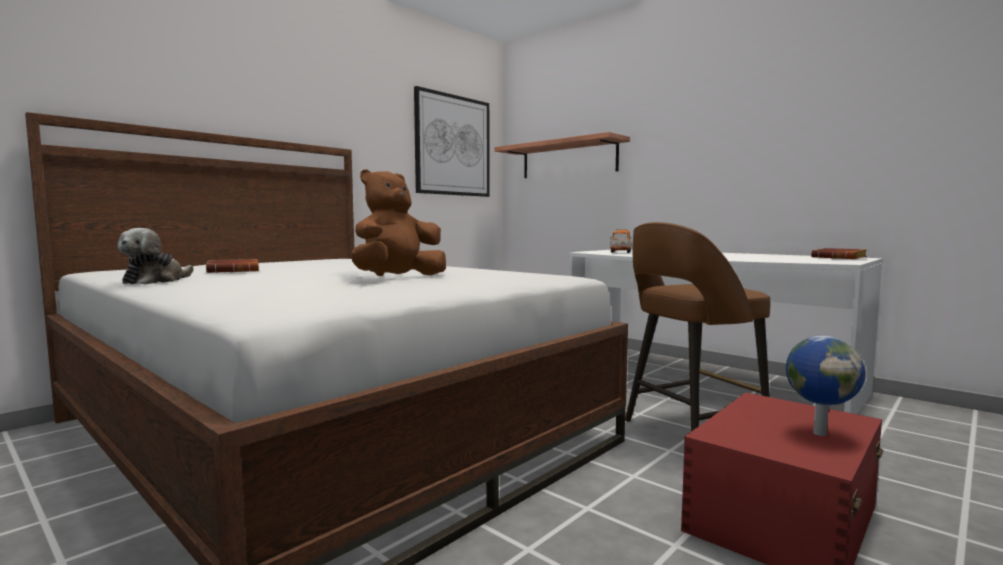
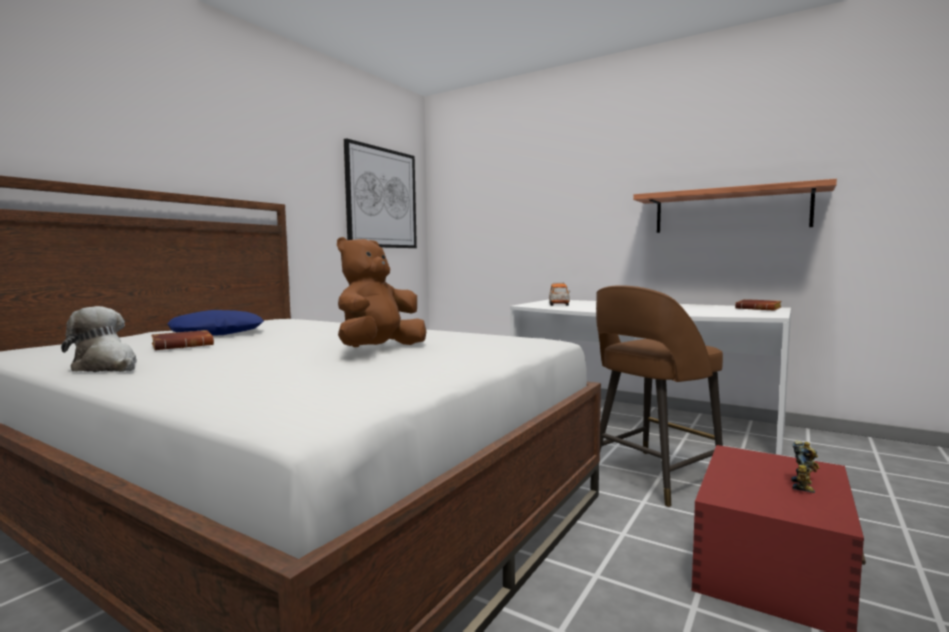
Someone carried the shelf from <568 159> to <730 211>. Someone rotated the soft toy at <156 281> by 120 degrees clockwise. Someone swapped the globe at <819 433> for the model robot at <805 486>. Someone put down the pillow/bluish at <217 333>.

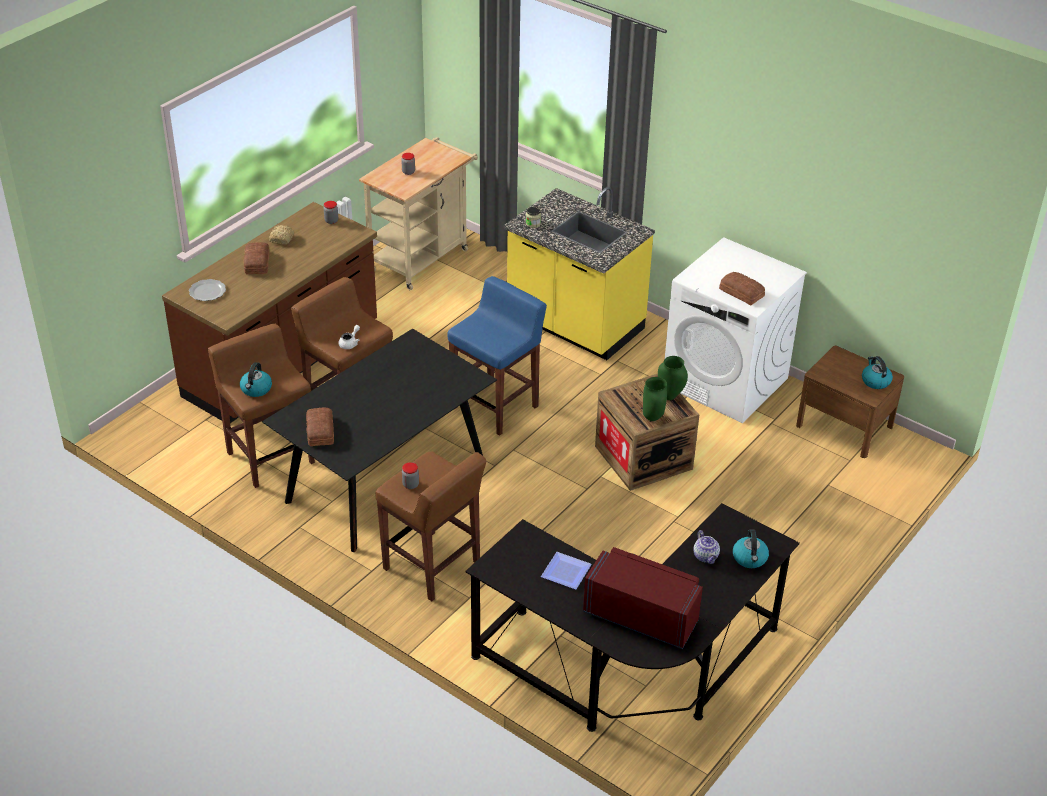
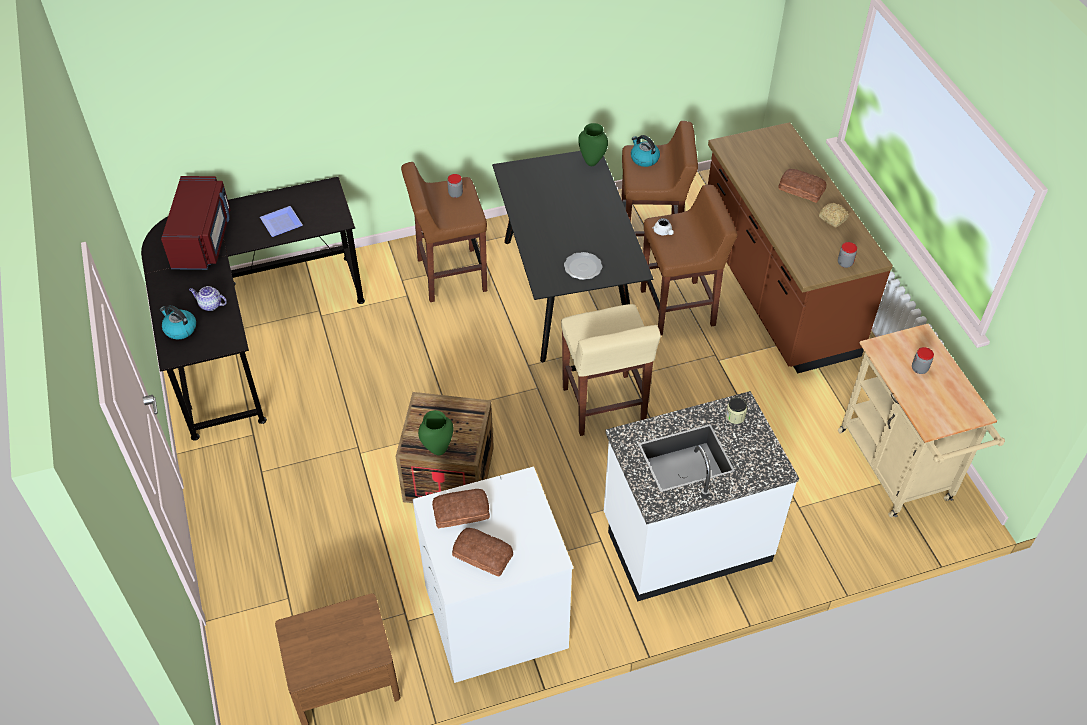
Someone repainted the kitchen counter/yellowish at <574 325>, which became the kitchen counter/whitish at <685 538>. Someone repainted the sitting stool/bluish at <496 406>, which became the sitting stool/beige at <604 406>. Someone carried the dinner plate from <207 291> to <583 267>. Someone took away the kettle at <875 381>. Someone carried the vase/greenish from <653 418> to <591 163>. Someone carried the bread from <319 431> to <482 554>. Someone rotated the kitchen microwave/red-coloured at <641 615> by 60 degrees counterclockwise.

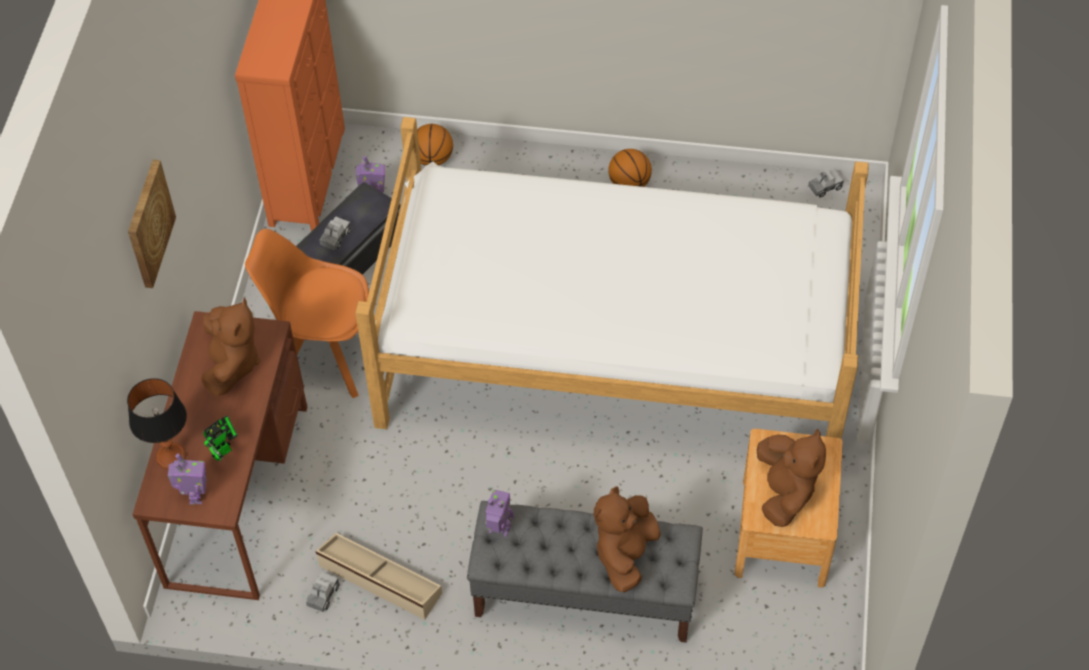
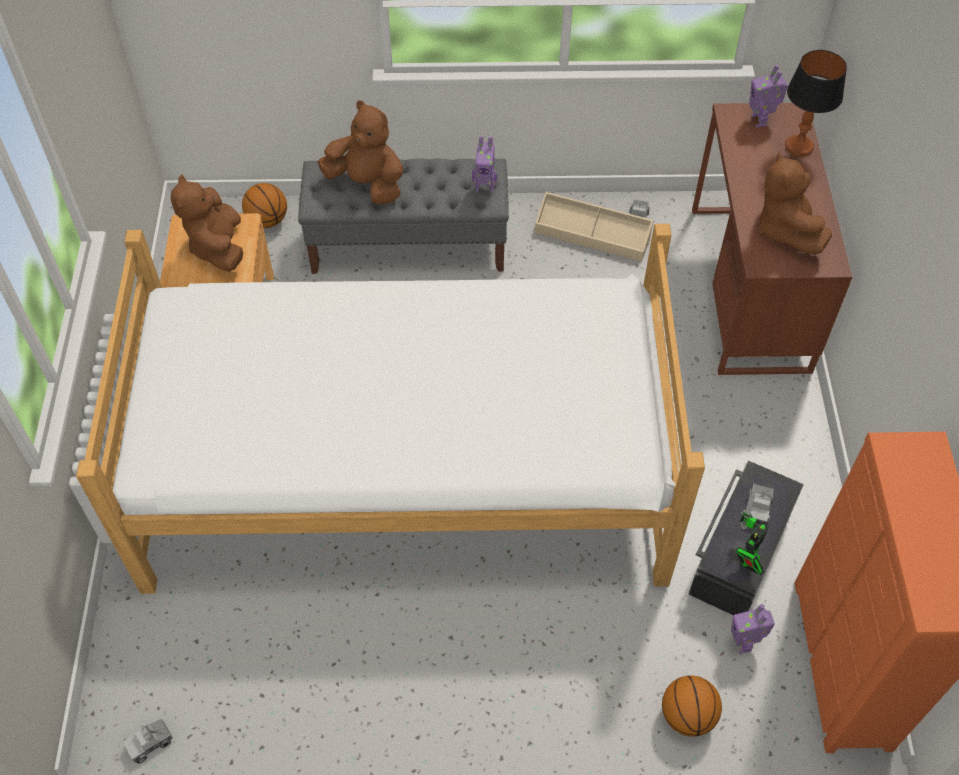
Someone carried the basketball from <629 184> to <267 220>. Someone took away the wall art at <148 223>. Someone took away the upright chair/orangey at <324 355>. Someone carried the model robot from <224 450> to <747 557>. Someone rotated the soft toy/brown at <625 554> by 75 degrees counterclockwise.

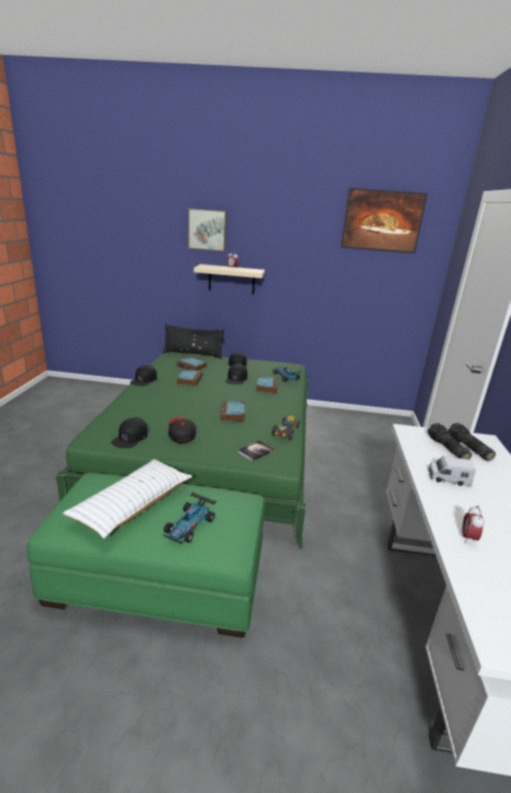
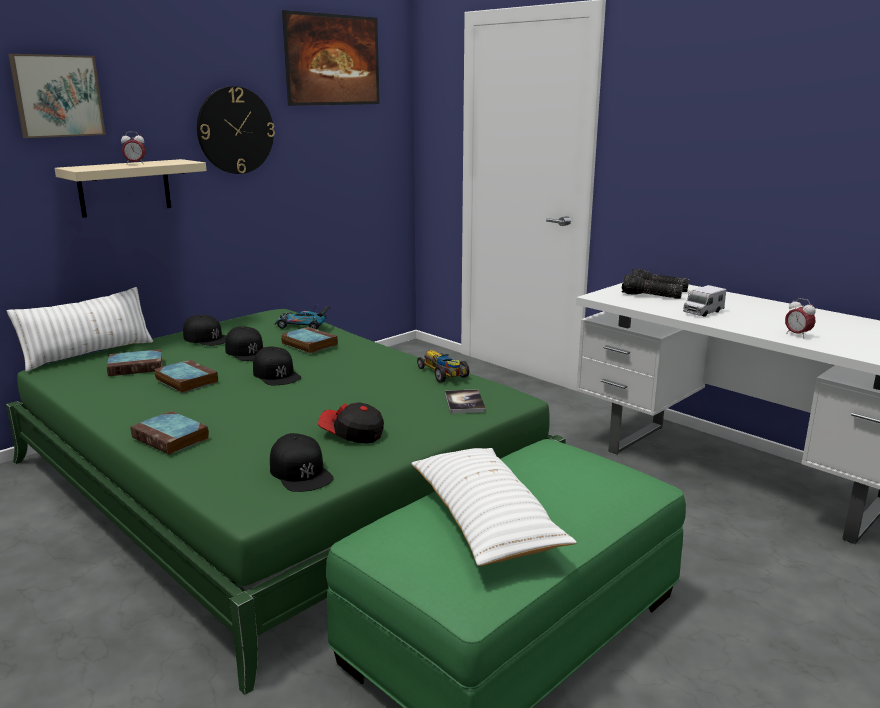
Someone repainted the pillow/blackish at <193 354>, which became the pillow/whitish at <89 354>. Someone carried the cap/blackish from <144 379> to <276 374>. Someone carried the bound book from <233 414> to <172 438>. Someone took away the toy car at <189 525>. Someone put up the wall clock at <235 130>.

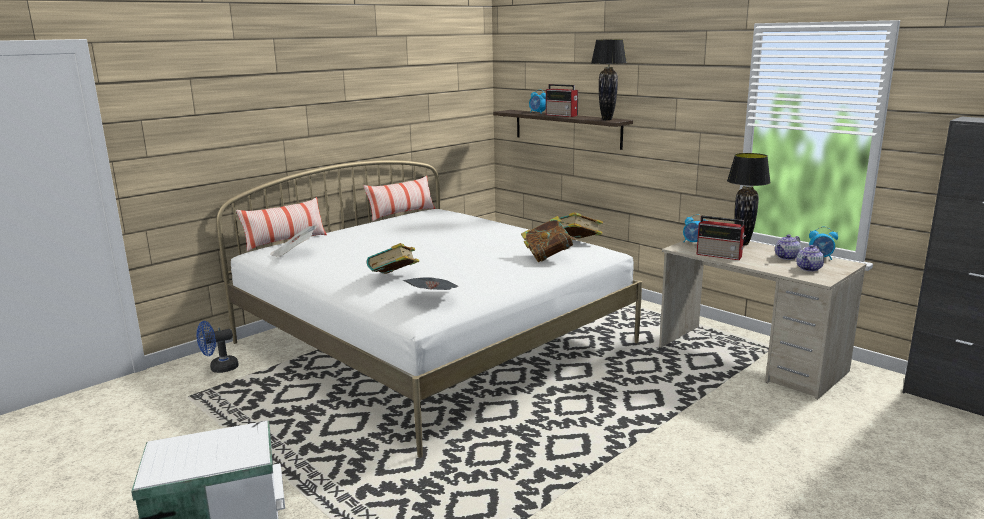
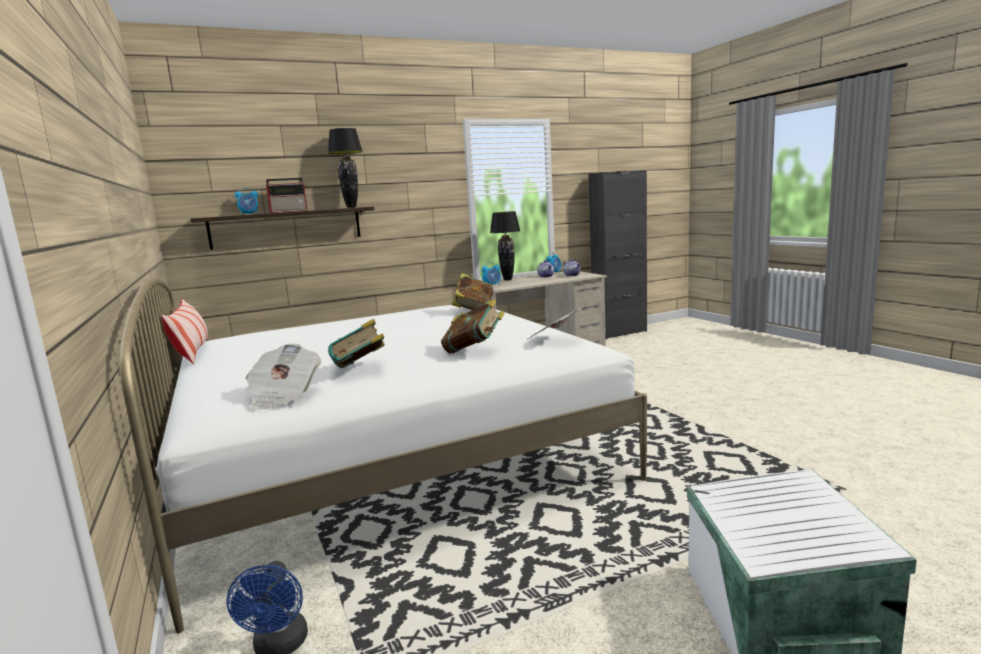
Someone took away the pillow at <285 241>. Someone carried the bound book from <576 243> to <360 370>. Someone took away the radio receiver at <720 255>.

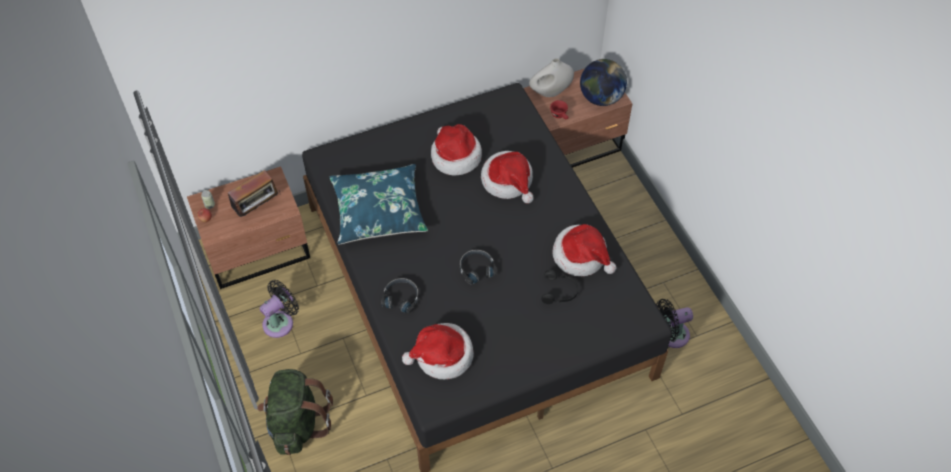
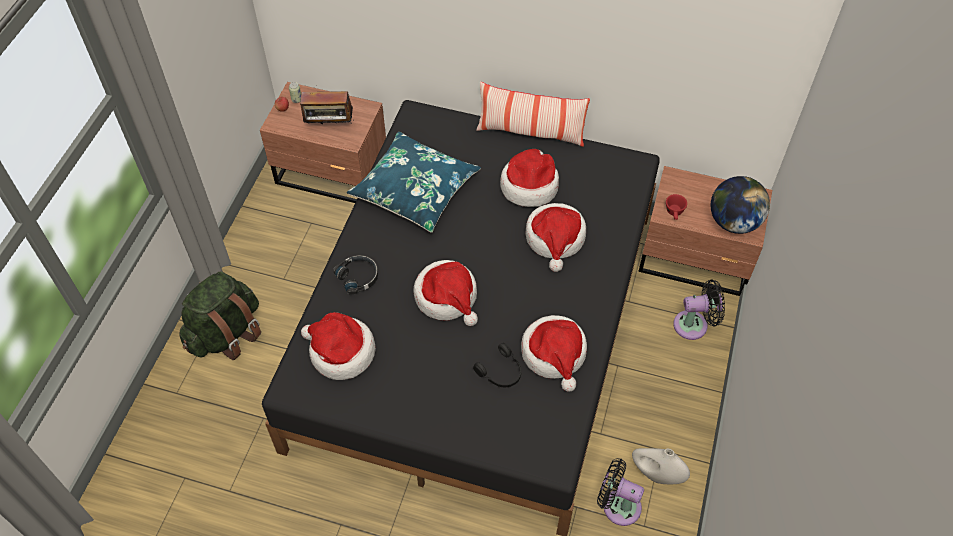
Someone carried the vase/whitish from <550 92> to <656 475>. Someone swapped the headset/blackish at <476 268> for the clothing hat at <447 297>. Someone carried the electric fan/blackish from <281 322> to <694 325>. Someone put down the pillow at <530 132>.

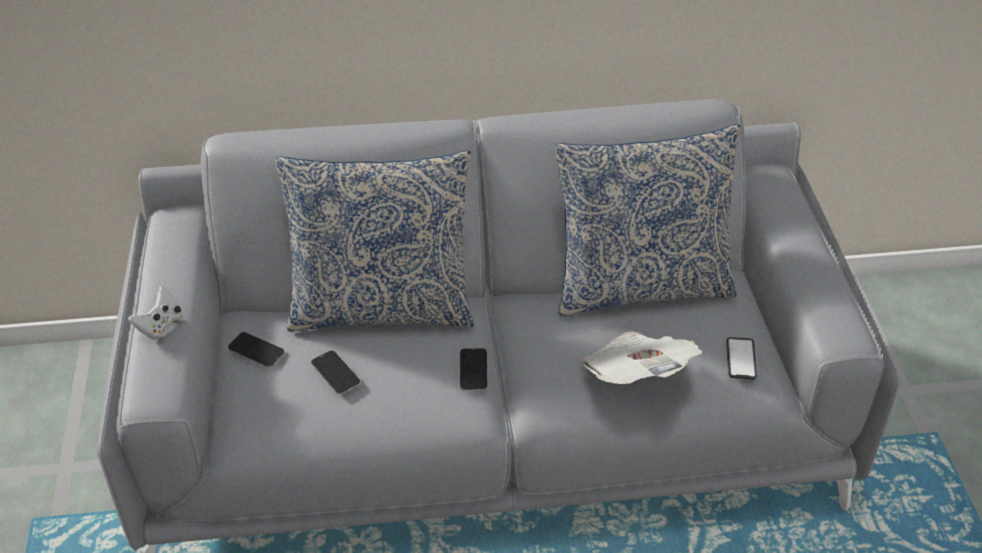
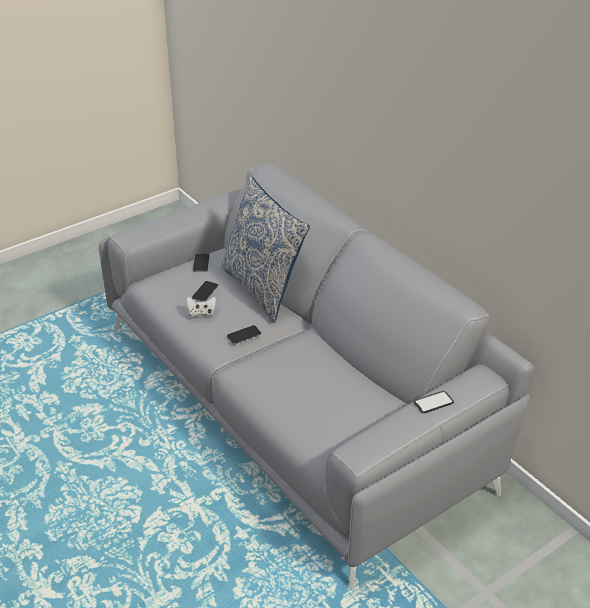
Someone took away the pillow at <640 285>. Someone carried the game controller/whitish from <160 325> to <201 313>. Someone took away the printed paper at <637 376>. Someone carried the phone from <741 359> to <433 402>.

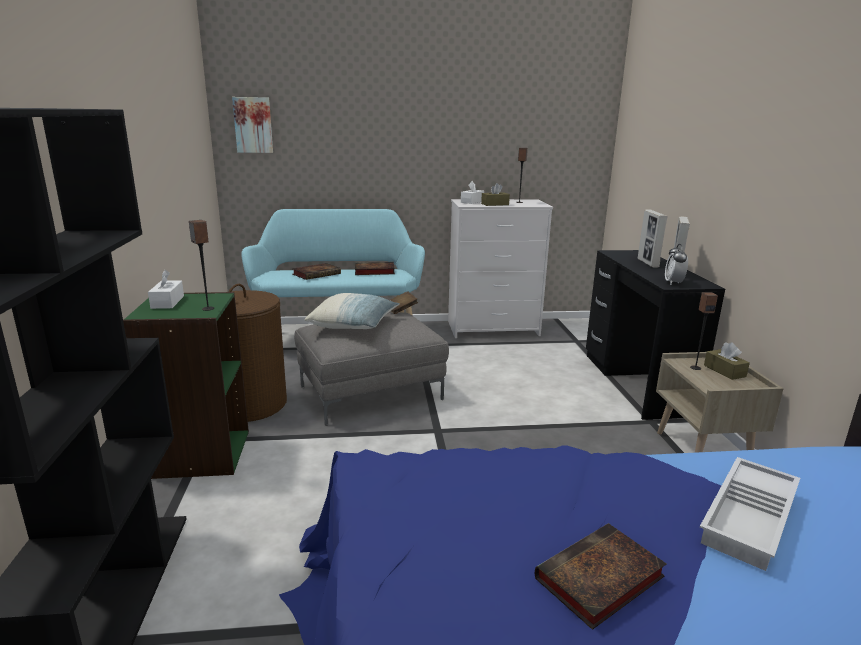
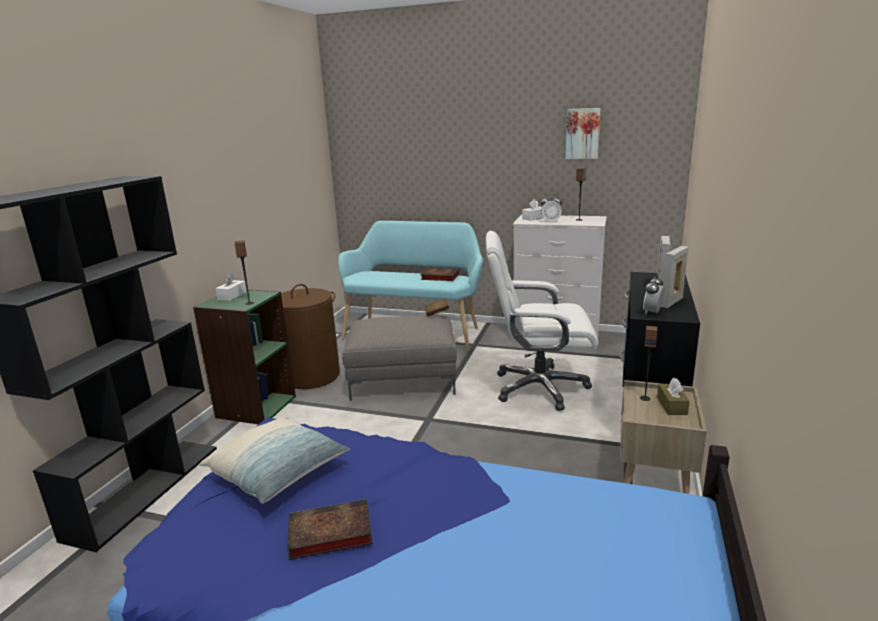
Someone carried the wall art from <253 125> to <582 133>. Someone swapped the tissue holder/brown at <495 204> for the table clock at <550 221>. Someone took away the bound book at <317 274>. Someone carried the pillow from <354 325> to <278 473>. Someone took away the carrying tray/whitish at <751 519>. Someone put down the desk chair/whitish at <538 387>.

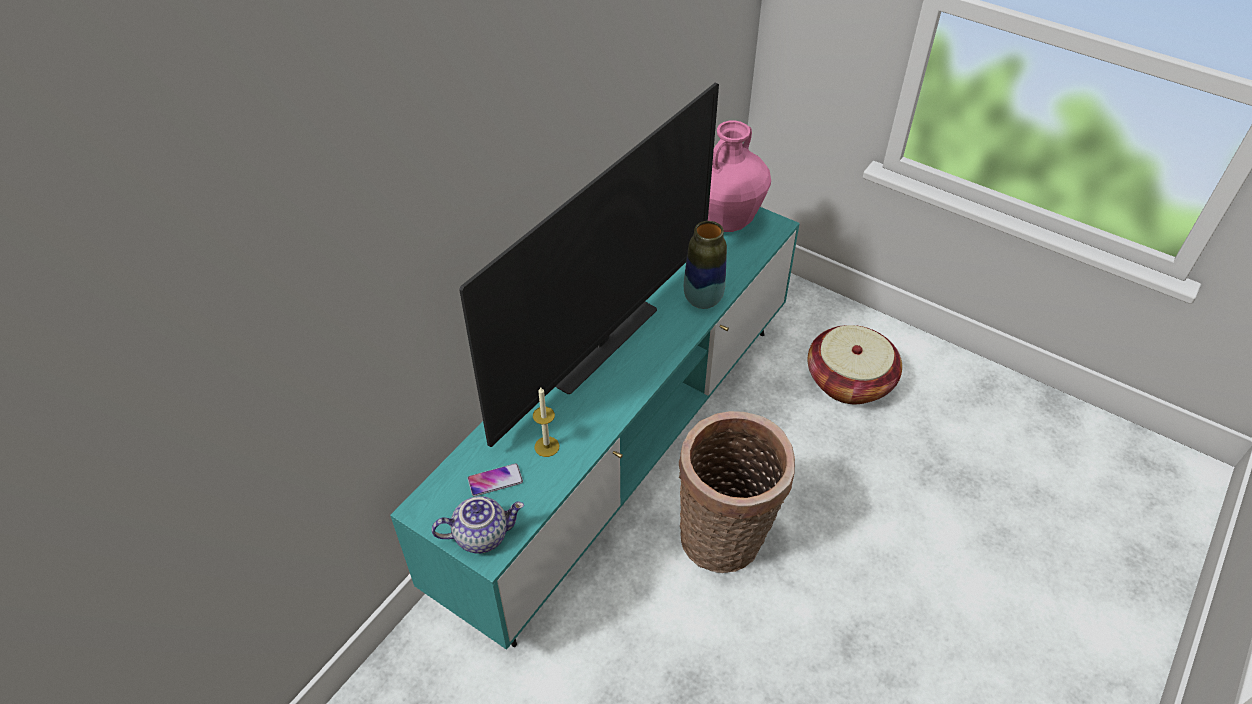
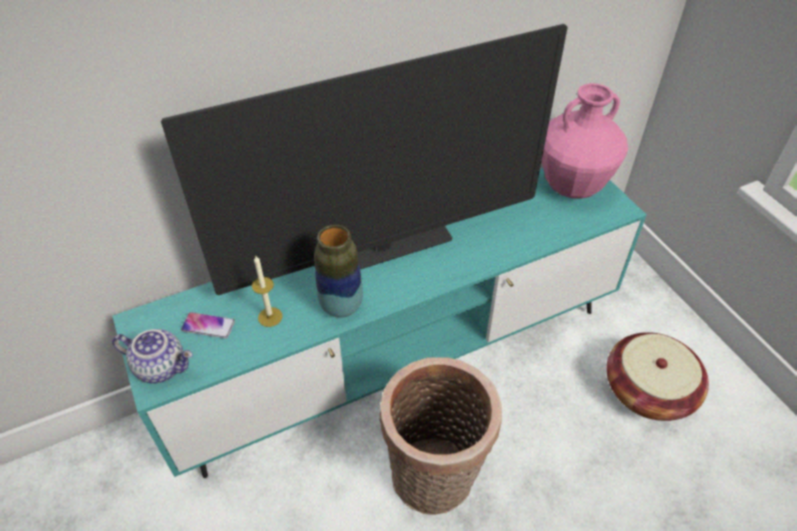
Someone carried the vase from <703 299> to <341 306>.

